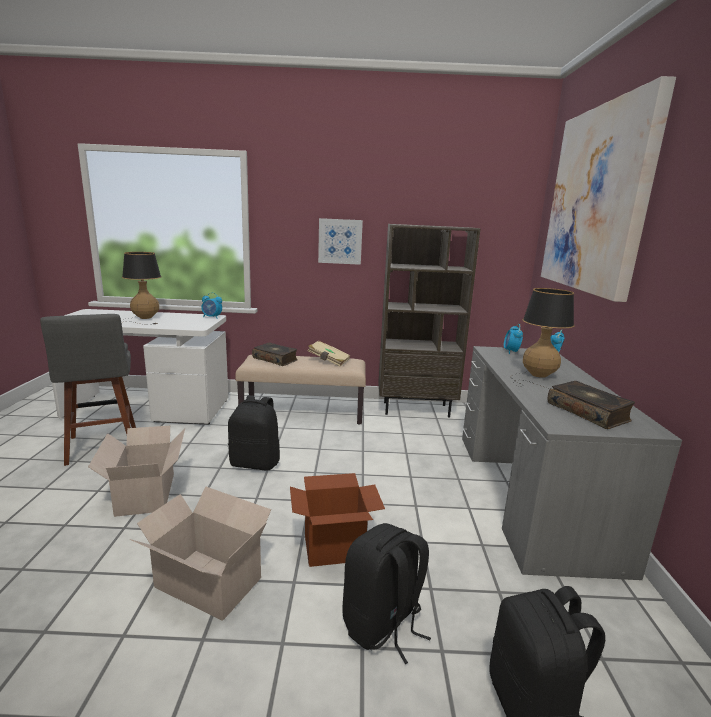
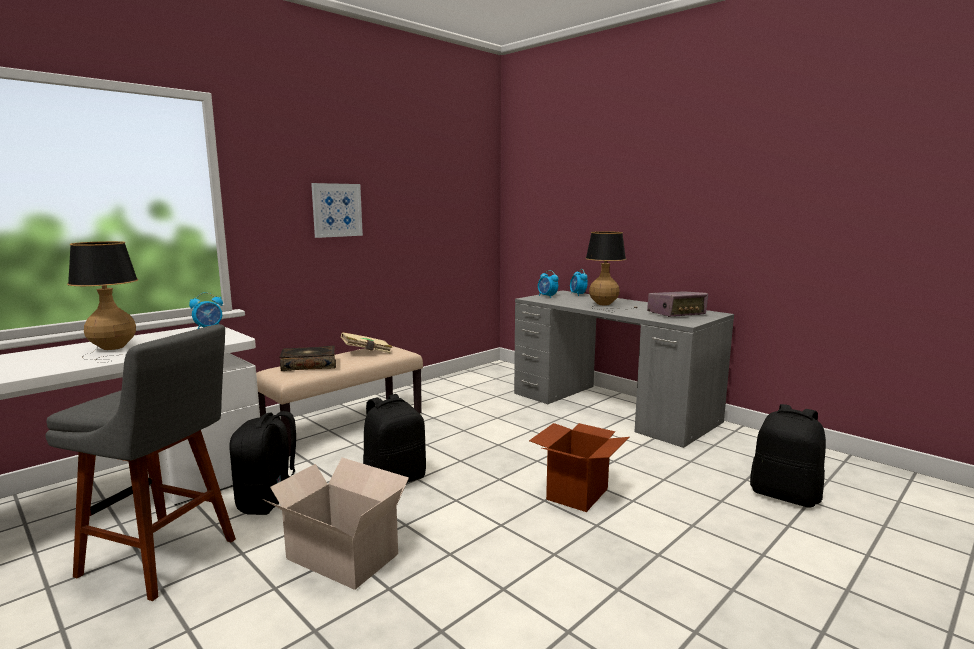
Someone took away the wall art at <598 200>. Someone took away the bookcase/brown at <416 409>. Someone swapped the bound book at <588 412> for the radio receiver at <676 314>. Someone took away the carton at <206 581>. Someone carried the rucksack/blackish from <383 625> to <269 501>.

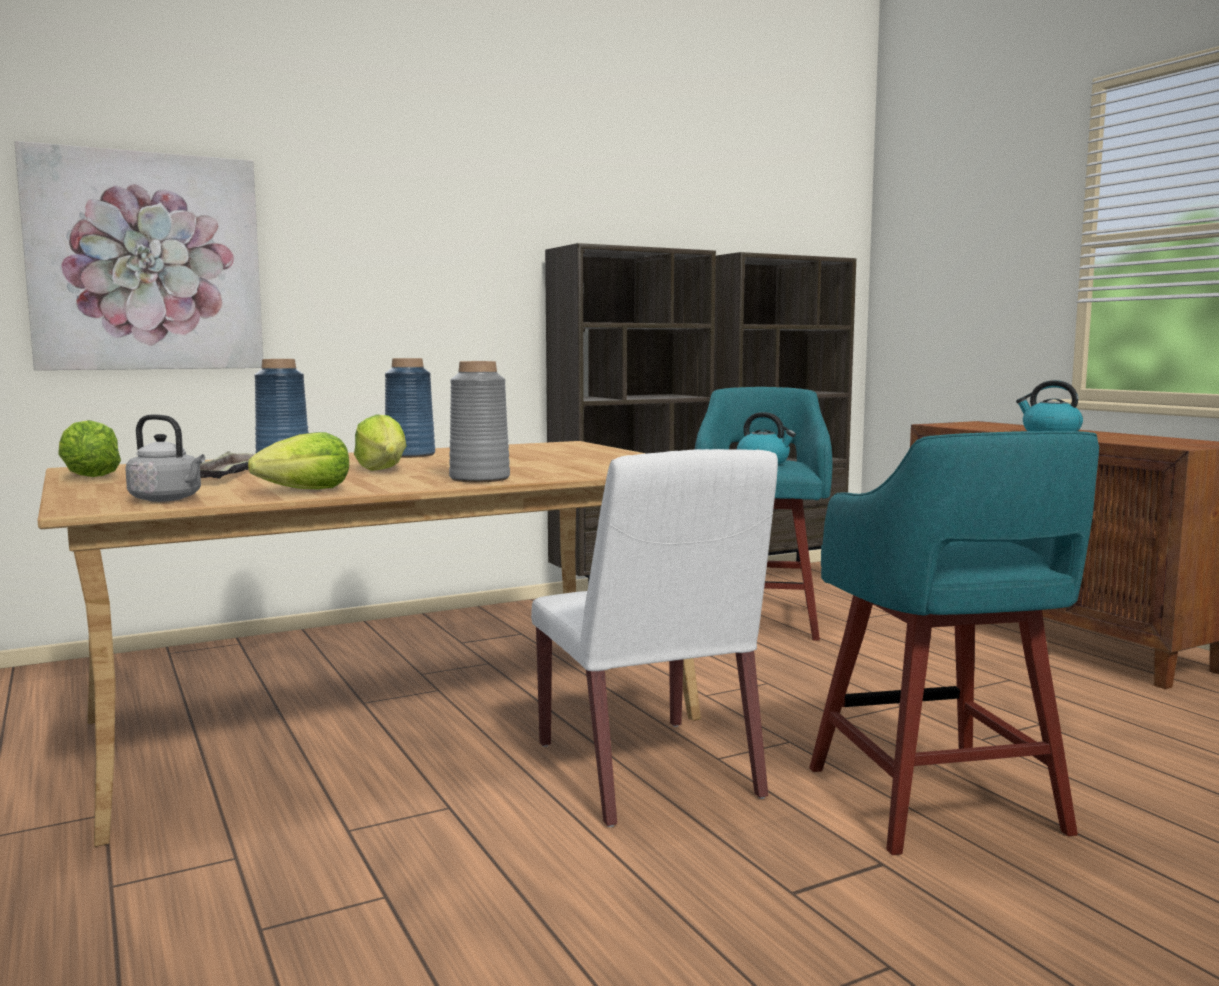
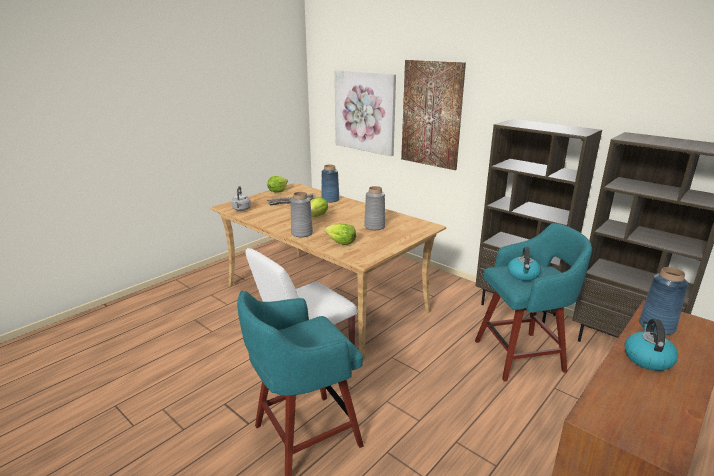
Someone carried the vase/bluish from <410 455> to <656 326>. Someone carried the lettuce from <306 490> to <341 242>. Someone put up the wall art at <431 114>. Someone put down the vase/greyish at <374 226>.

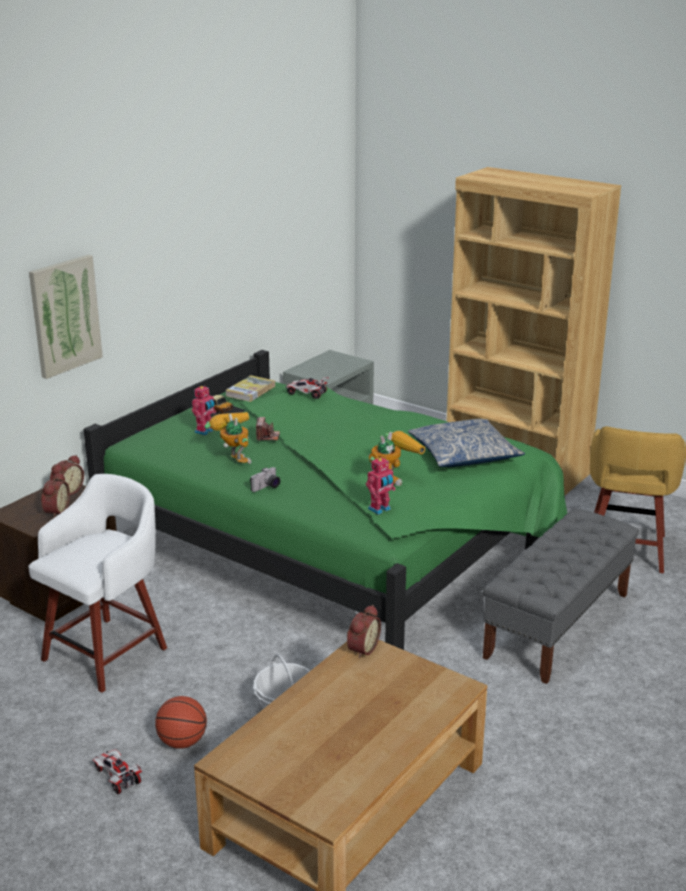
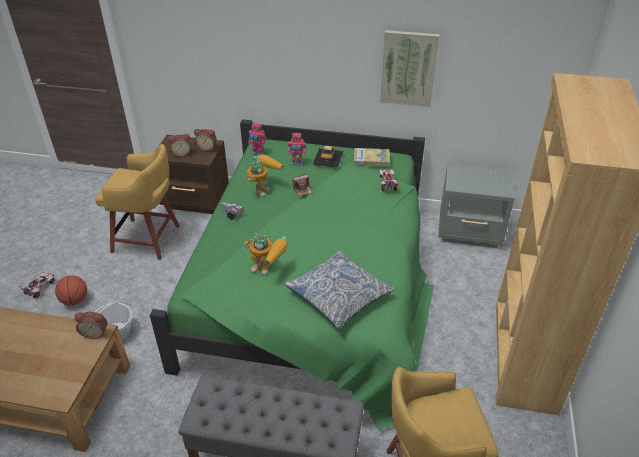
Someone carried the wall art from <65 315> to <408 68>. Someone carried the model robot from <380 509> to <258 153>. Someone repainted the sitting stool/whitish at <108 652>, which became the sitting stool/yellowish at <148 239>.

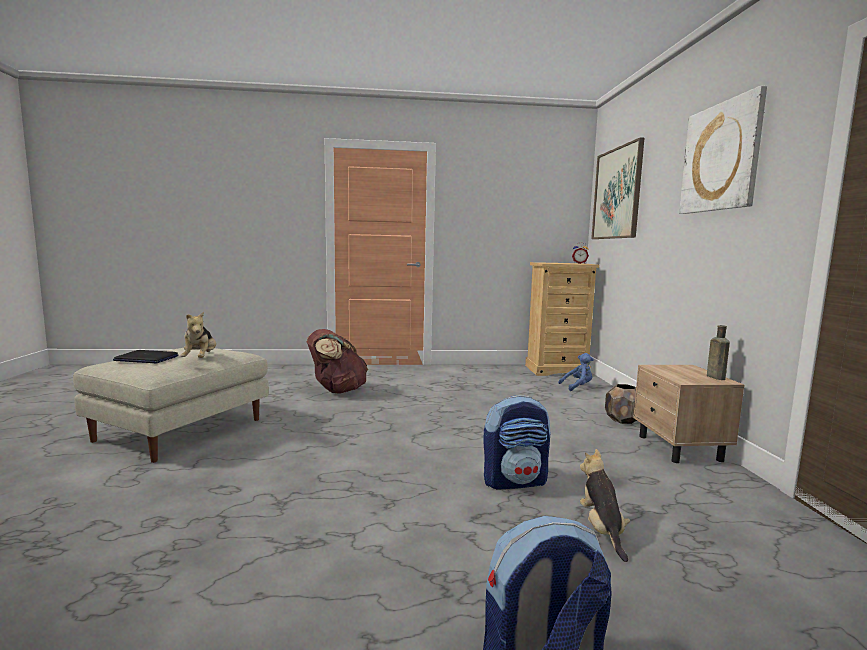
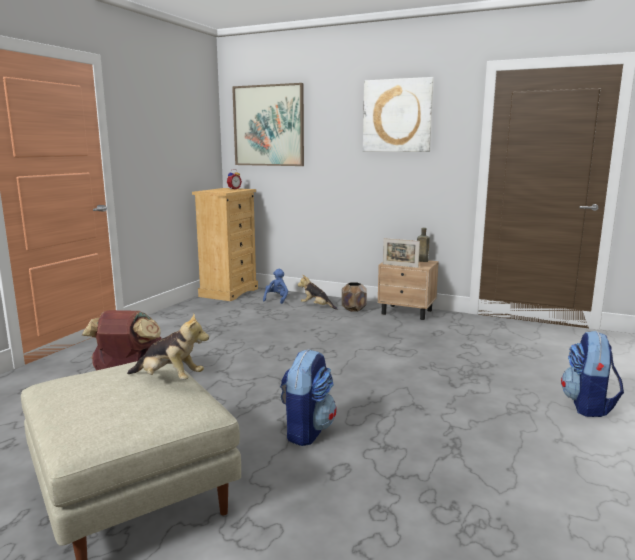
Someone took away the portable computer at <146 358>. Someone carried the rucksack from <515 481> to <307 430>. Someone carried the soft toy from <602 530> to <316 306>. Someone put down the picture frame at <400 265>.

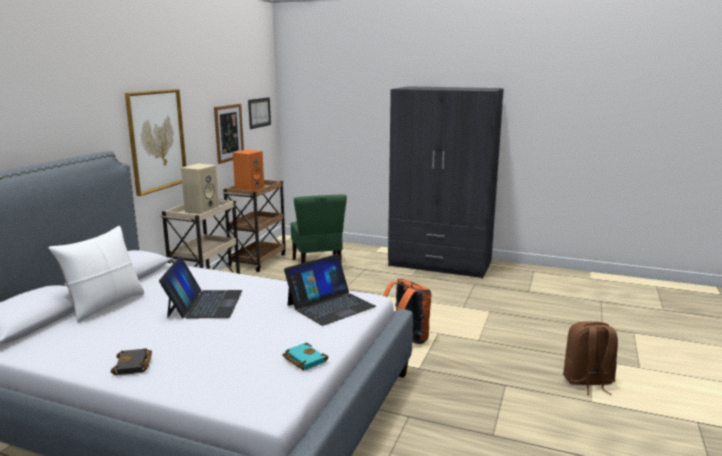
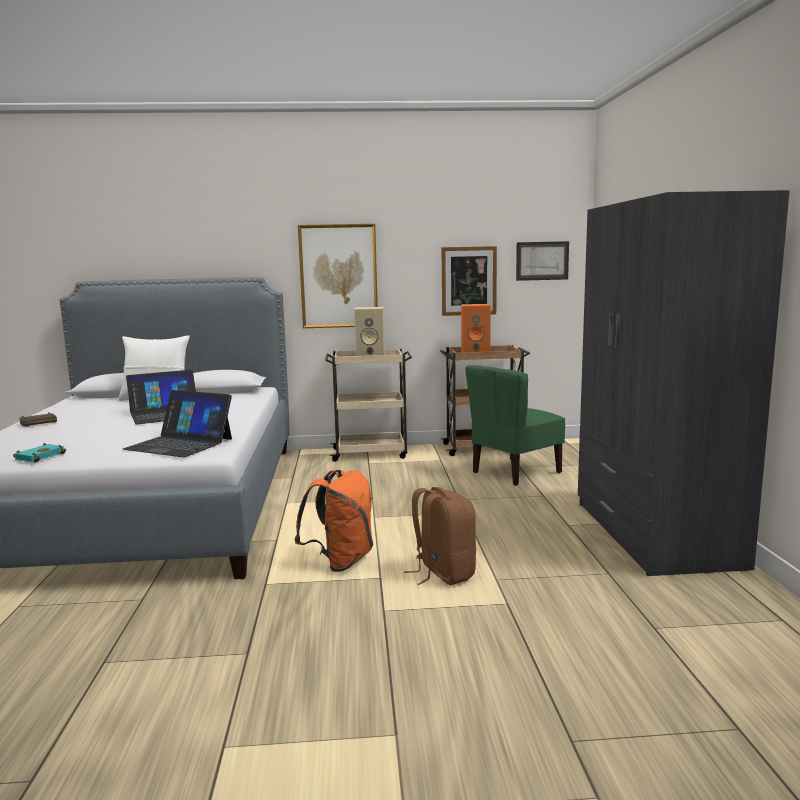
Someone carried the rucksack/brown from <588 381> to <442 573>.

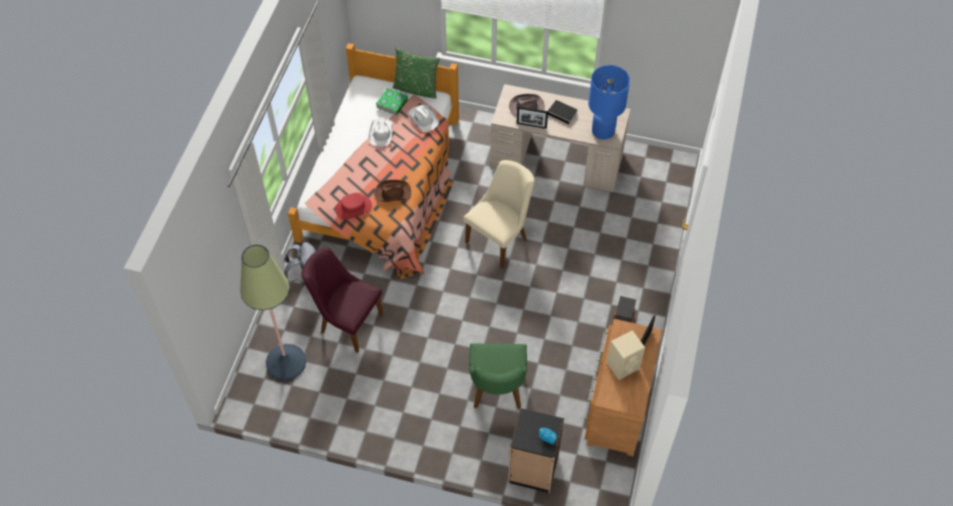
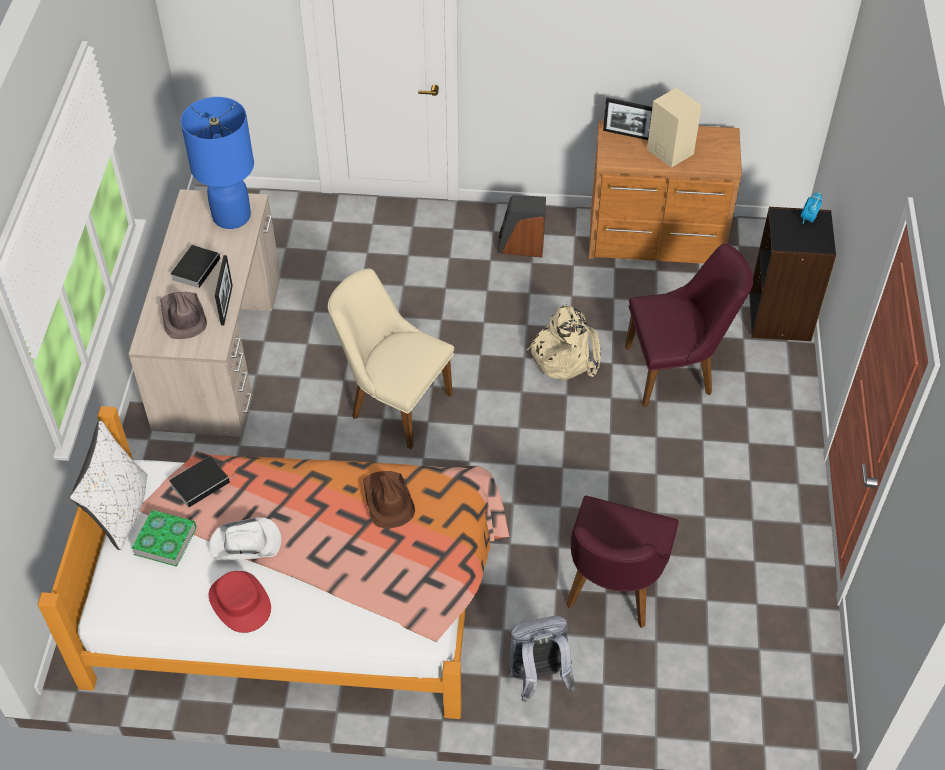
Someone repainted the pillow/greenish at <416 89>, which became the pillow/whitish at <121 510>. Someone swapped the clothing hat/whitish at <423 118> for the bound book at <201 482>. Someone carried the clothing hat/red-coloured from <353 208> to <239 602>. Someone took away the floor lamp at <286 362>. Someone repainted the upright chair/greenish at <497 393>, which became the upright chair/purple-coloured at <677 370>. Someone put down the rucksack/beige at <564 355>.

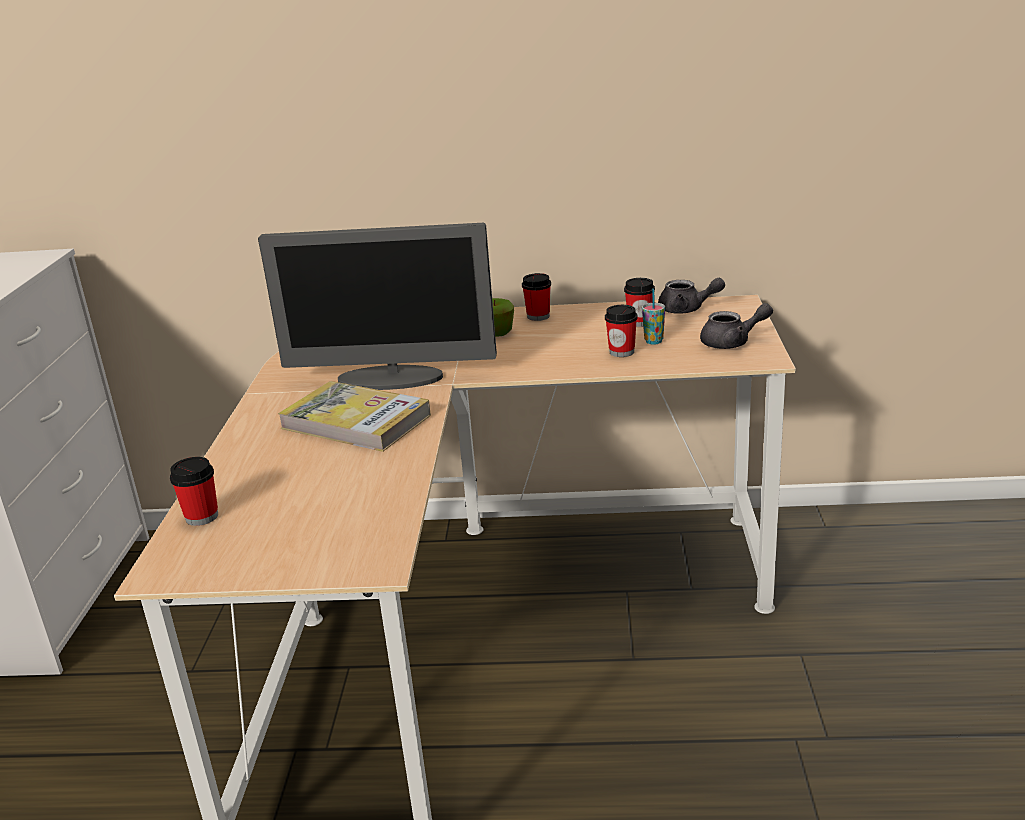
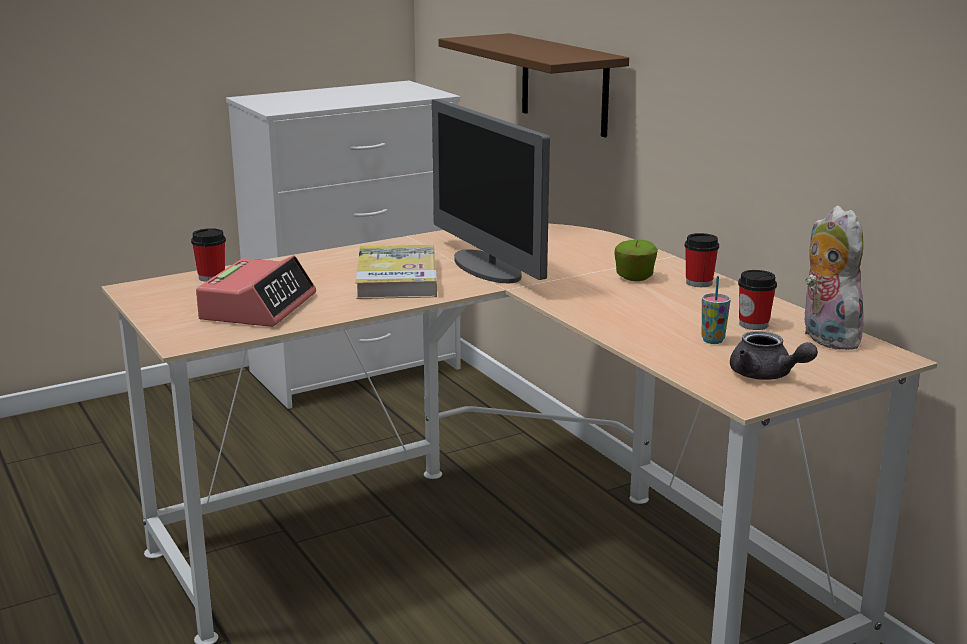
Someone swapped the pot for tea/greyish at <687 310> for the soft toy at <824 337>. Someone took away the small cup at <621 352>. Someone put up the shelf/brown at <564 84>. Someone put down the table clock at <258 307>.

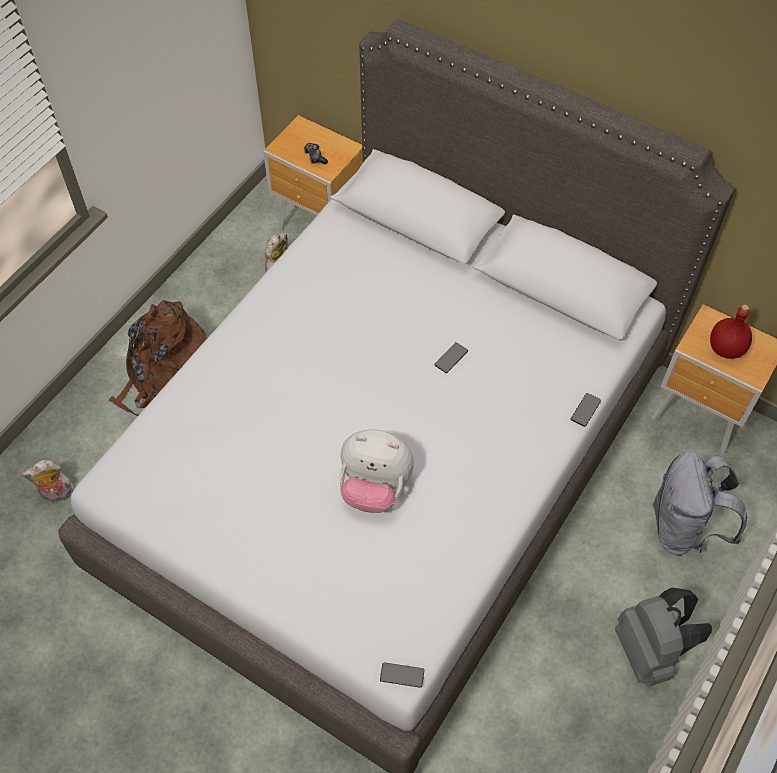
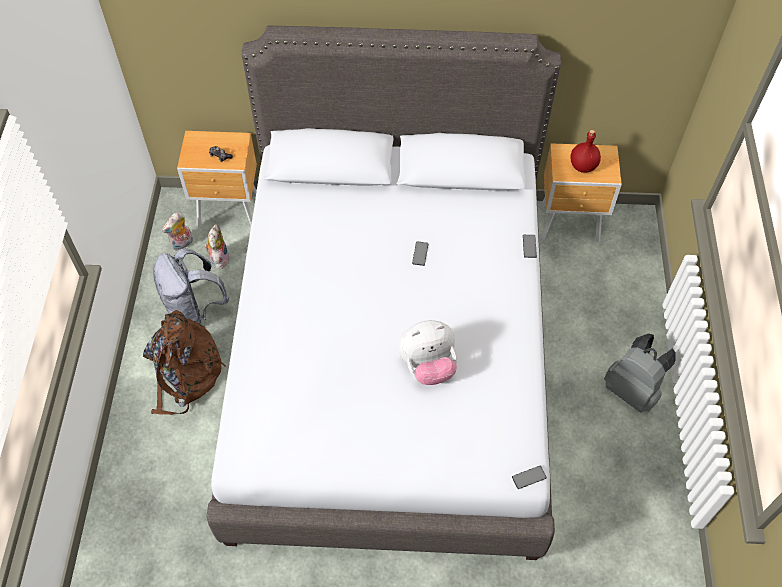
Someone carried the rucksack/greyish from <683 528> to <195 310>. Someone carried the soft toy from <57 494> to <182 244>.

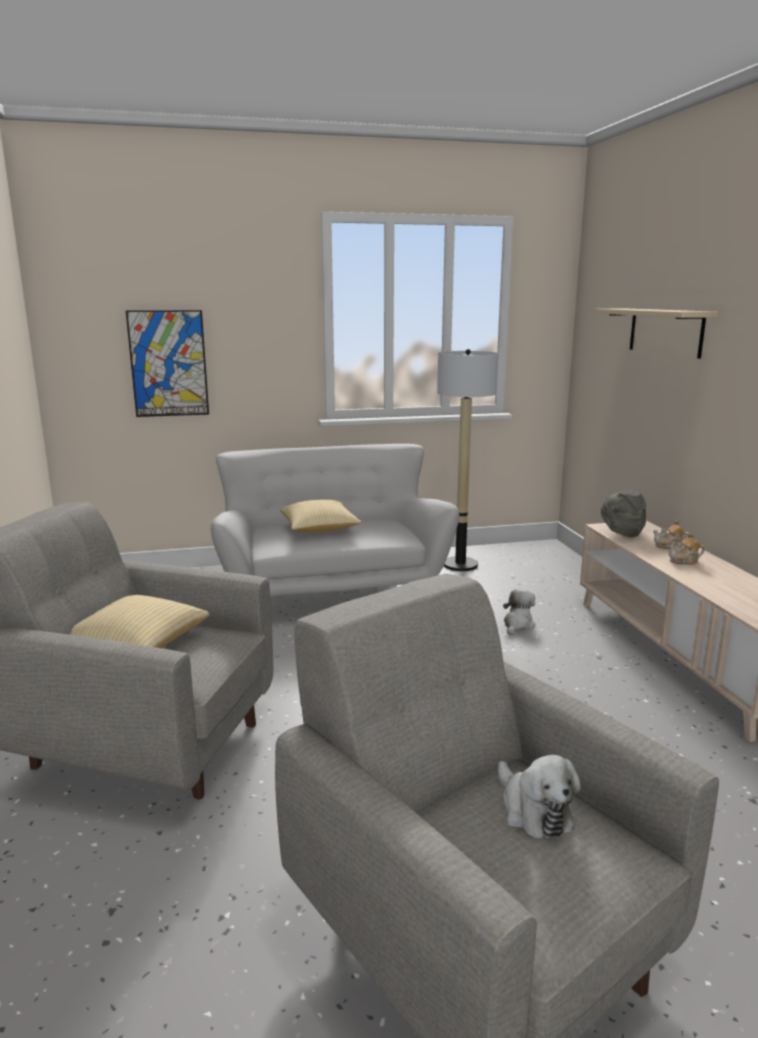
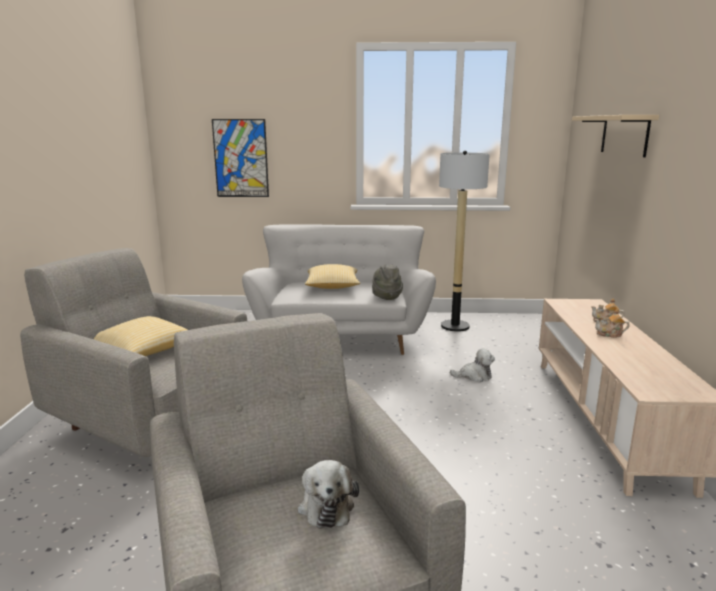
Someone carried the clothing hat/greyish from <621 532> to <386 296>. Someone rotated the soft toy at <517 625> by 45 degrees clockwise.

